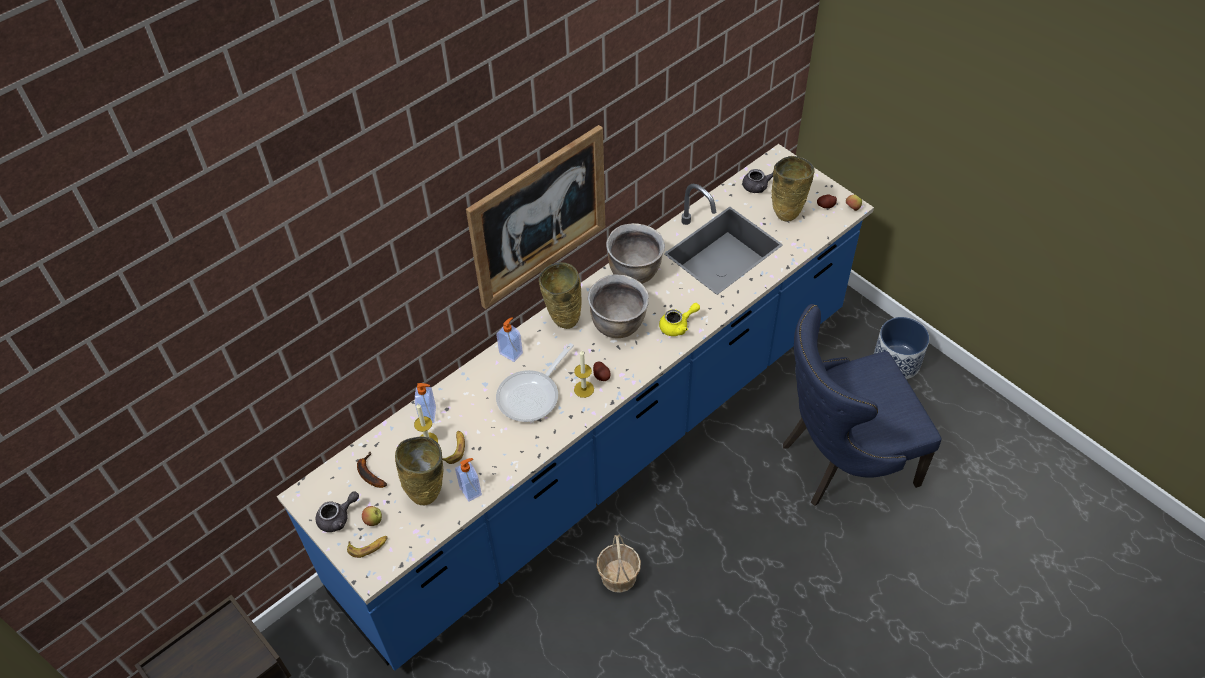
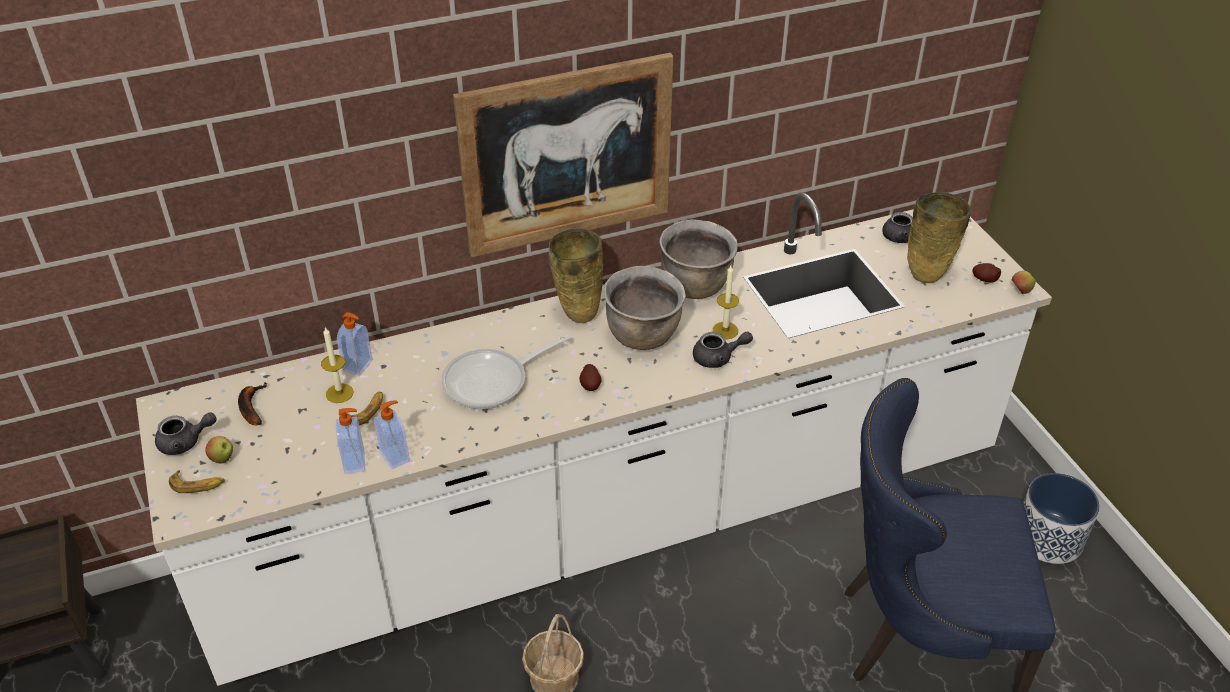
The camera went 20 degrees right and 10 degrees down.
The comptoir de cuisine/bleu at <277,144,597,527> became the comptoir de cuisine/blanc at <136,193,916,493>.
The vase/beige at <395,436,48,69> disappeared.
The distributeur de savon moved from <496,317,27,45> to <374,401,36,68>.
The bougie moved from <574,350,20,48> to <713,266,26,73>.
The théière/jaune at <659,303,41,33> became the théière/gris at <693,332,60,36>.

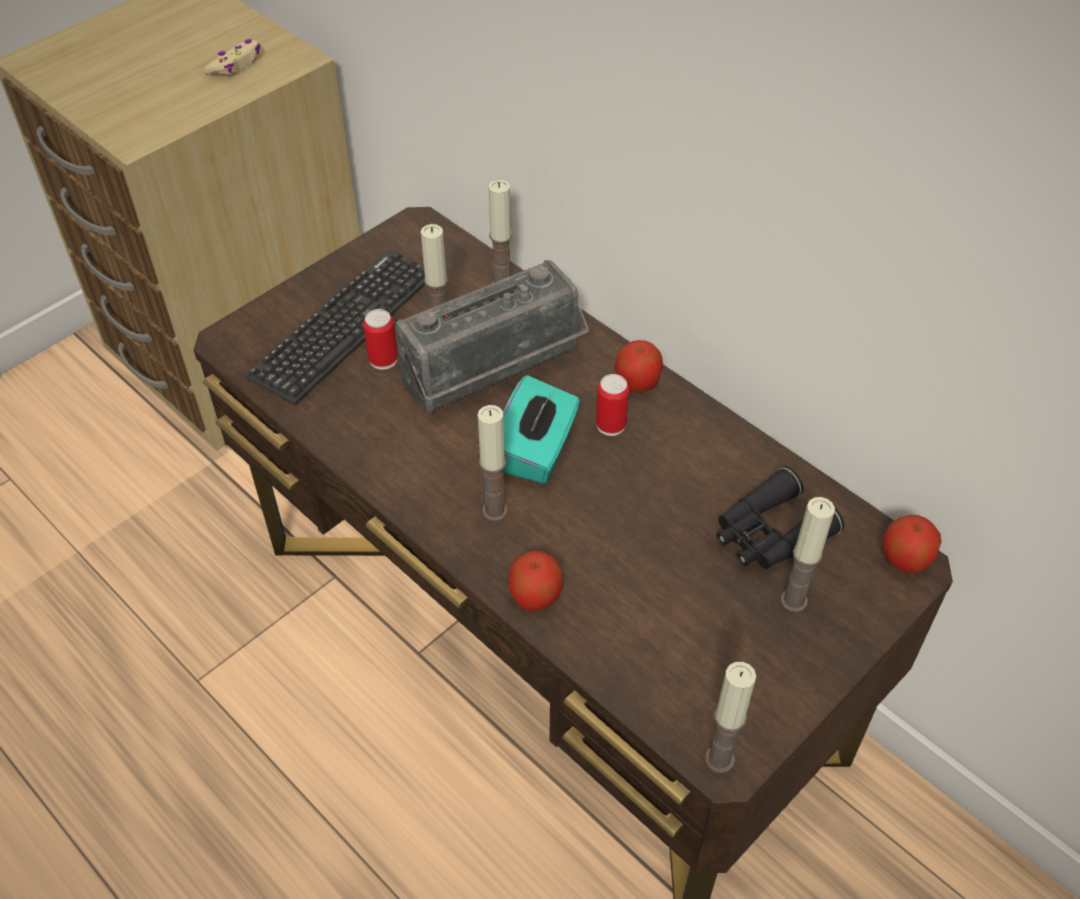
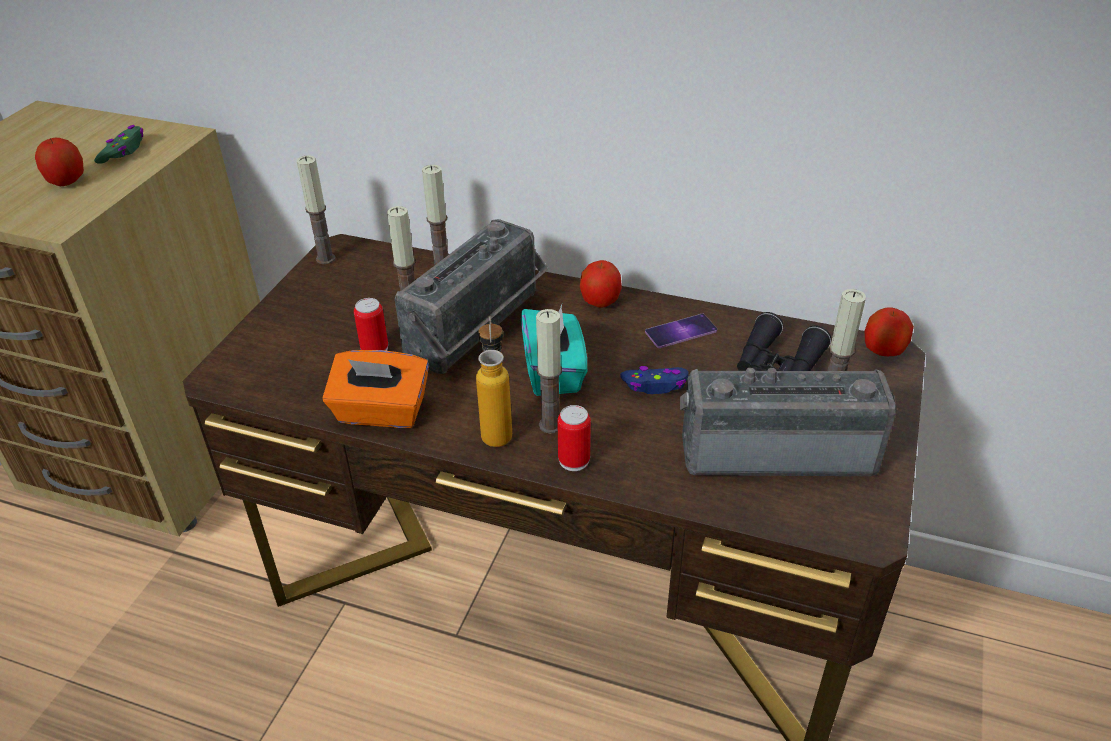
The camera went 25 degrees left and 10 degrees down.
The manette/beige at <203,39,57,36> became the manette/vert at <94,125,49,39>.
The clavier at <245,250,180,155> disappeared.
The pomme moved from <508,551,55,60> to <35,138,49,48>.
The boîte métallique moved from <596,374,34,62> to <557,405,34,66>.
The bougie moved from <705,662,51,111> to <297,156,38,108>.
The boîte à mouchoirs/orange at <323,350,106,78> appeared.
The bouteille at <476,316,36,131> appeared.
The manette/bleu at <620,366,68,28> appeared.
The téléphone at <645,314,72,34> appeared.
The radio at <680,368,217,108> appeared.

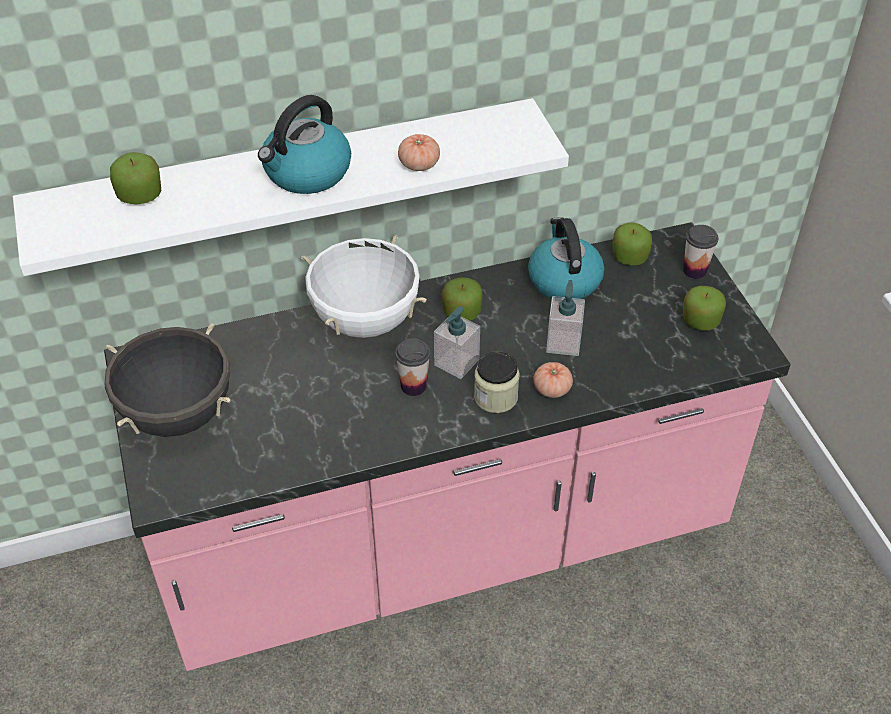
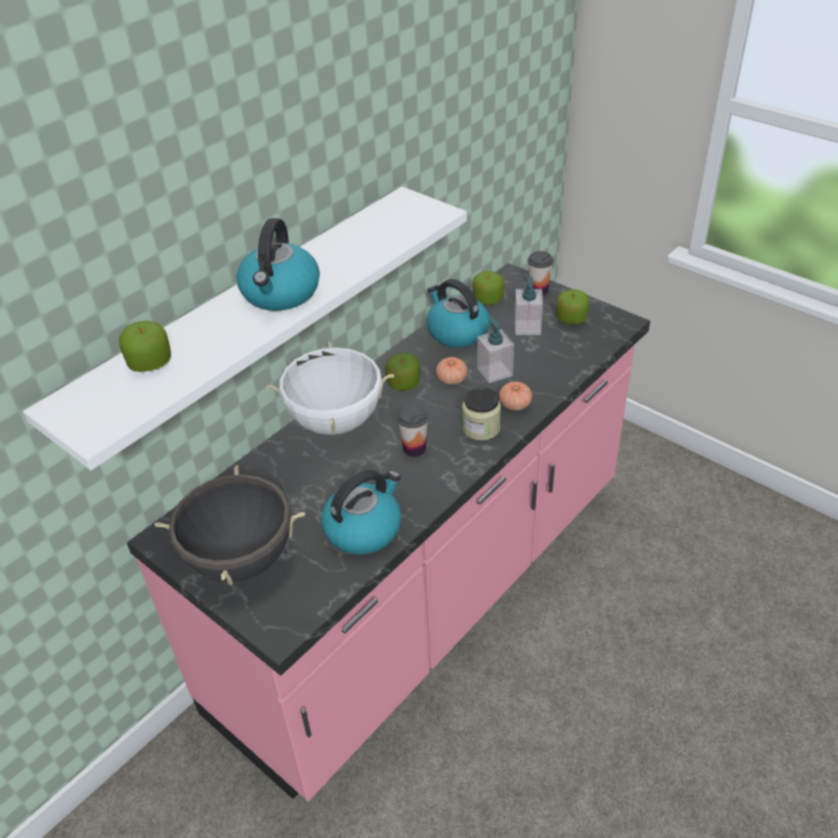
The camera went 30 degrees left and 5 degrees down.
The tomate moved from <398,134,42,37> to <436,357,32,28>.
The distributeur de savon moved from <434,306,46,73> to <515,277,28,58>.
The bouilloire at <321,470,80,85> appeared.

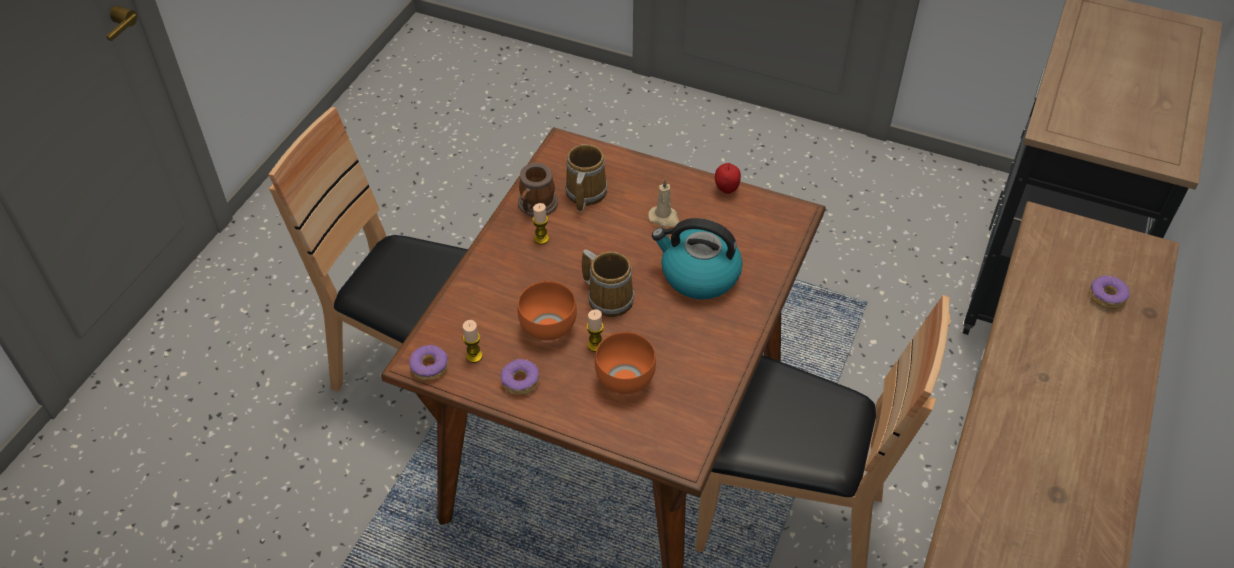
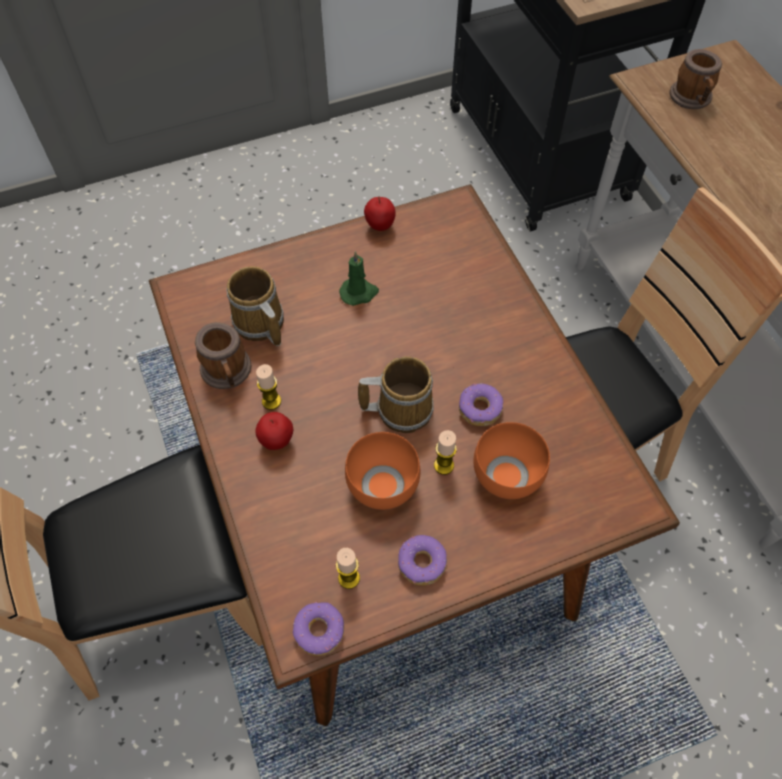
The camera went 45 degrees left and 10 degrees up.
The bougie/beige at <648,179,32,48> became the bougie/vert at <339,251,40,55>.
The bouilloire at <652,218,90,81> disappeared.
The beignet moved from <1089,275,41,34> to <459,383,44,43>.
The pomme at <255,412,38,38> appeared.
The mug at <669,49,53,60> appeared.

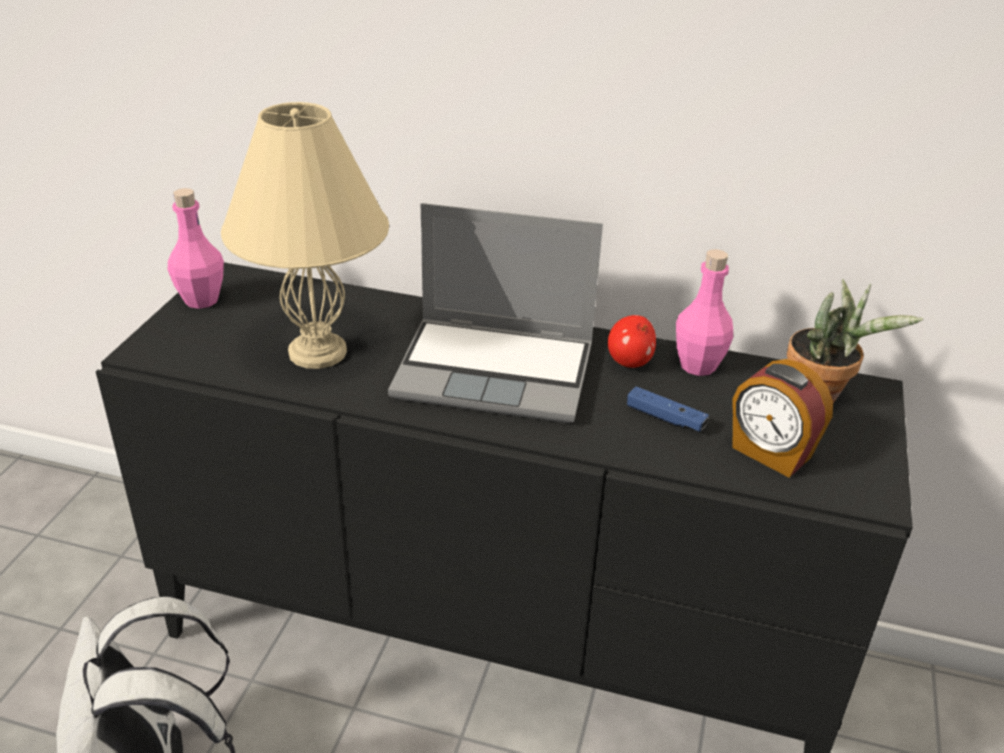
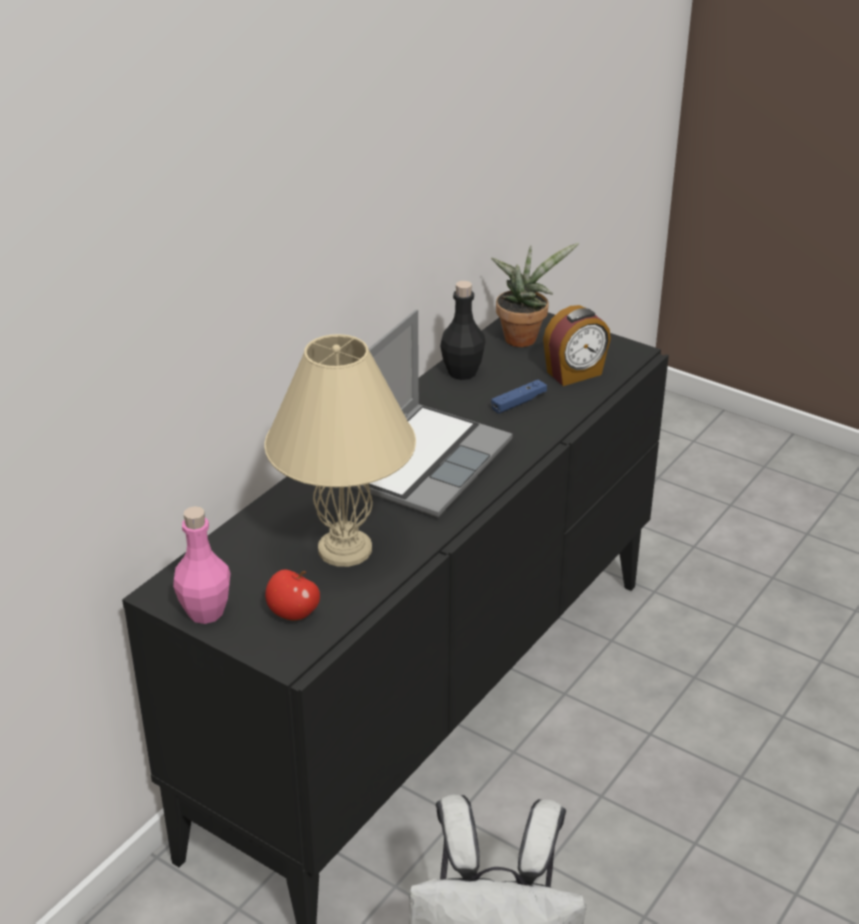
The camera went 70 degrees left and 0 degrees up.
The pomme moved from <608,315,48,53> to <265,570,55,51>.
The bouteille/rose at <676,249,57,127> became the bouteille/noir at <440,281,46,99>.

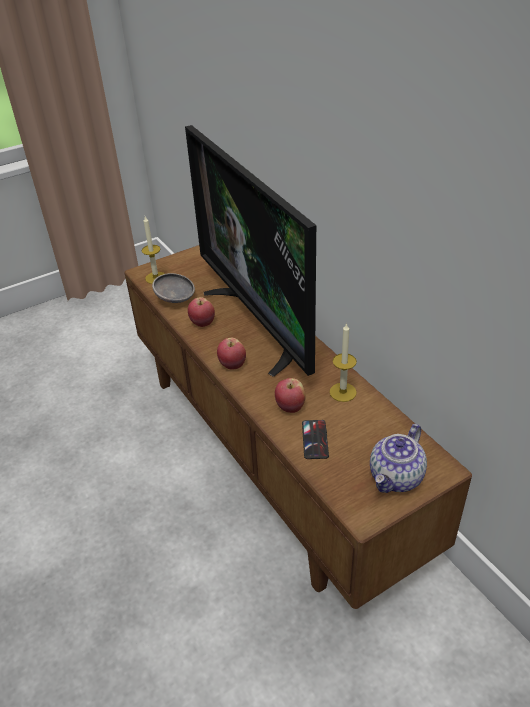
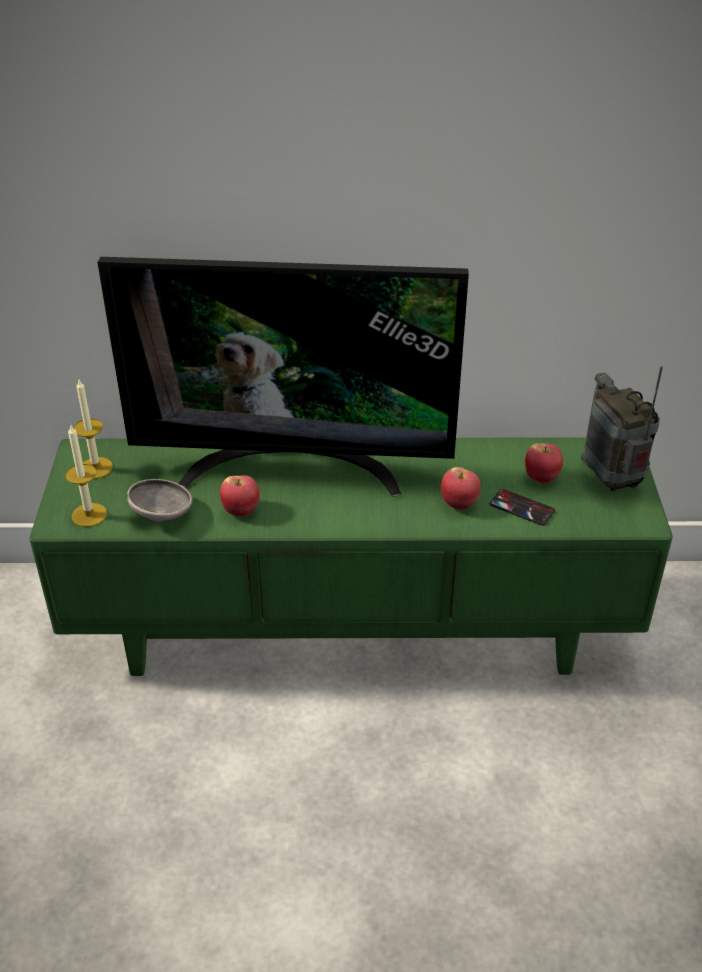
The camera went 60 degrees left and 0 degrees up.
The meuble télé/marron at <124,245,348,364> became the meuble télé/vert at <29,437,644,239>.
The pomme moved from <217,338,29,32> to <525,443,38,40>.
The bougie moved from <329,323,28,79> to <74,378,39,101>.
The théière at <370,424,57,69> was replaced by the radio at <581,366,82,125>.

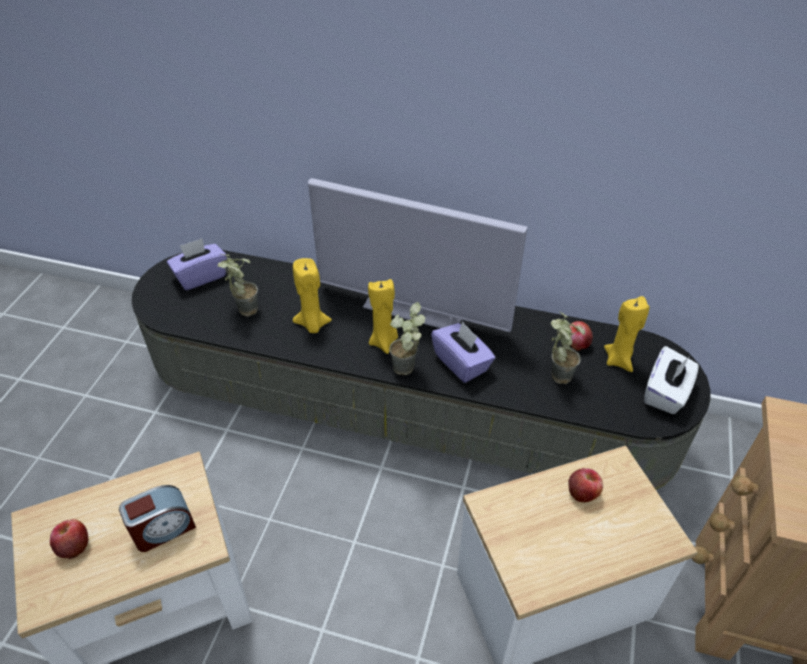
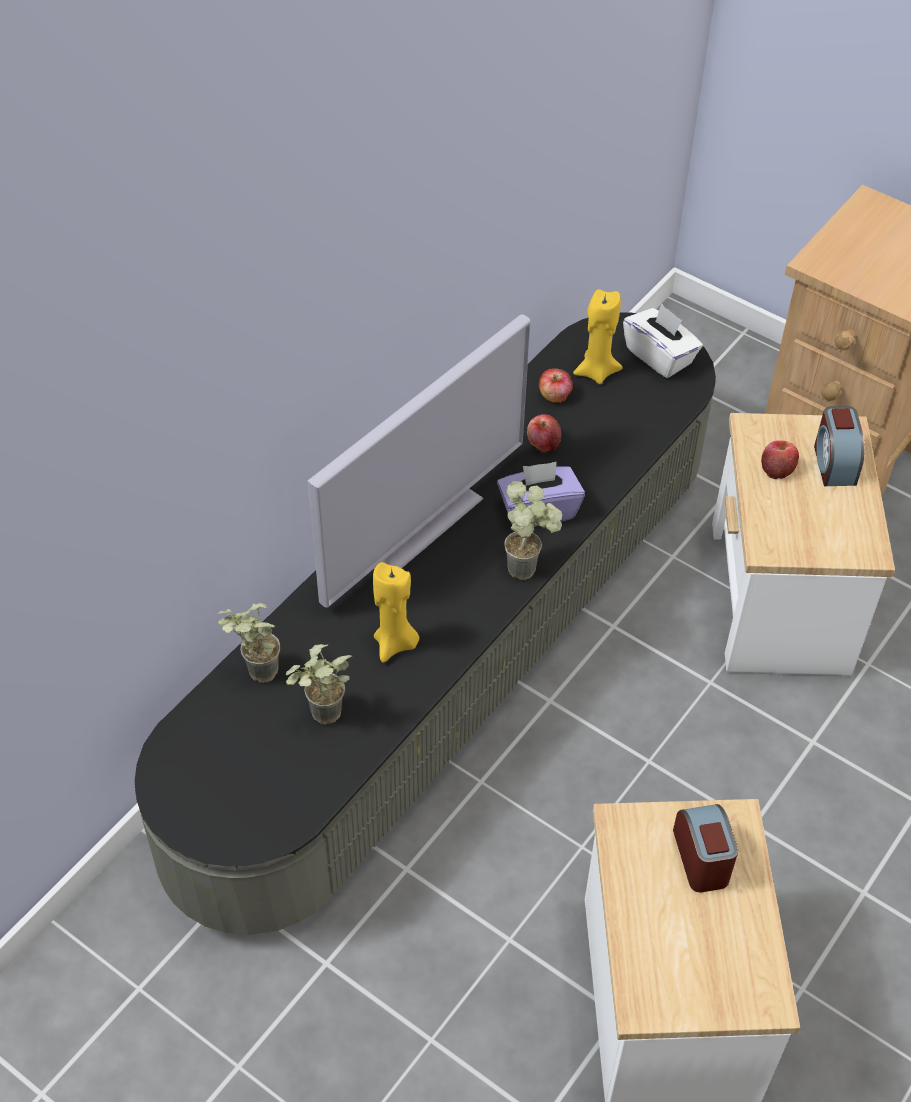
The camera went 70 degrees left and 5 degrees up.
The pomme moved from <50,519,38,40> to <527,414,34,39>.
The boîte à mouchoirs/violet at <167,238,60,52> disappeared.
The bougie/jaune at <368,279,30,75> disappeared.
The plante en pot moved from <551,312,34,72> to <217,603,63,80>.
The réveil at <814,406,51,80> appeared.

